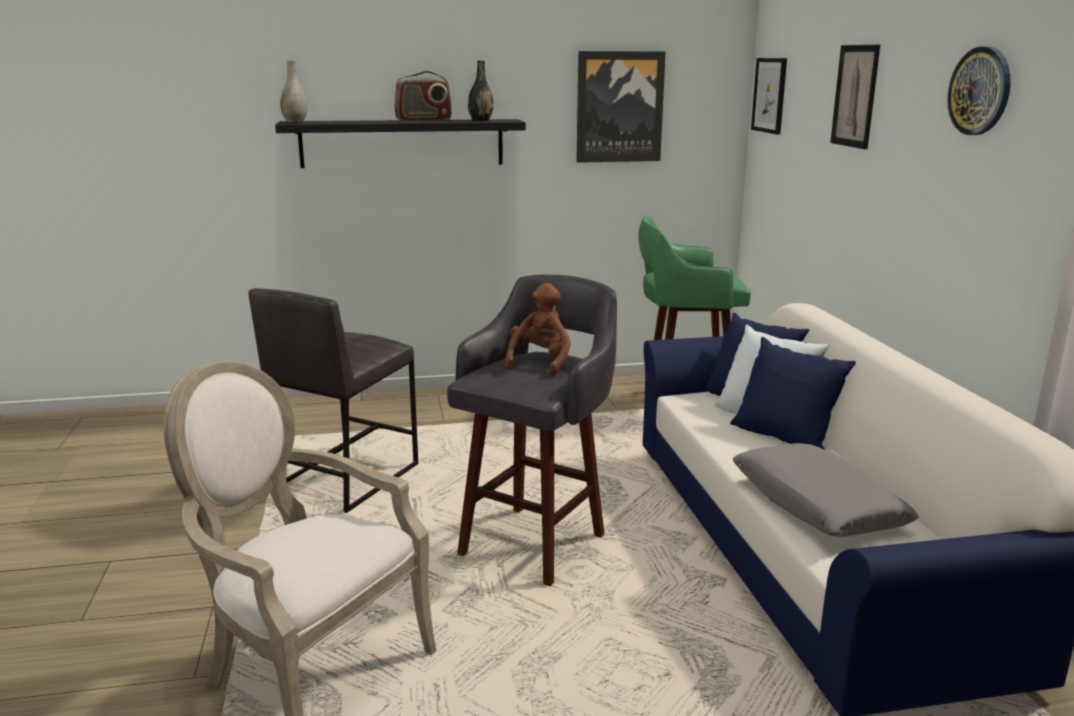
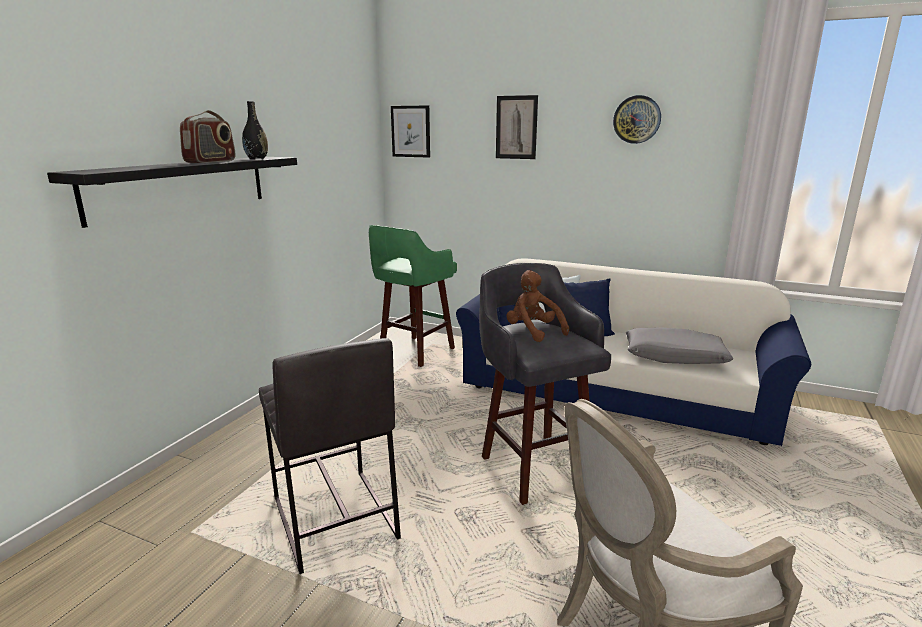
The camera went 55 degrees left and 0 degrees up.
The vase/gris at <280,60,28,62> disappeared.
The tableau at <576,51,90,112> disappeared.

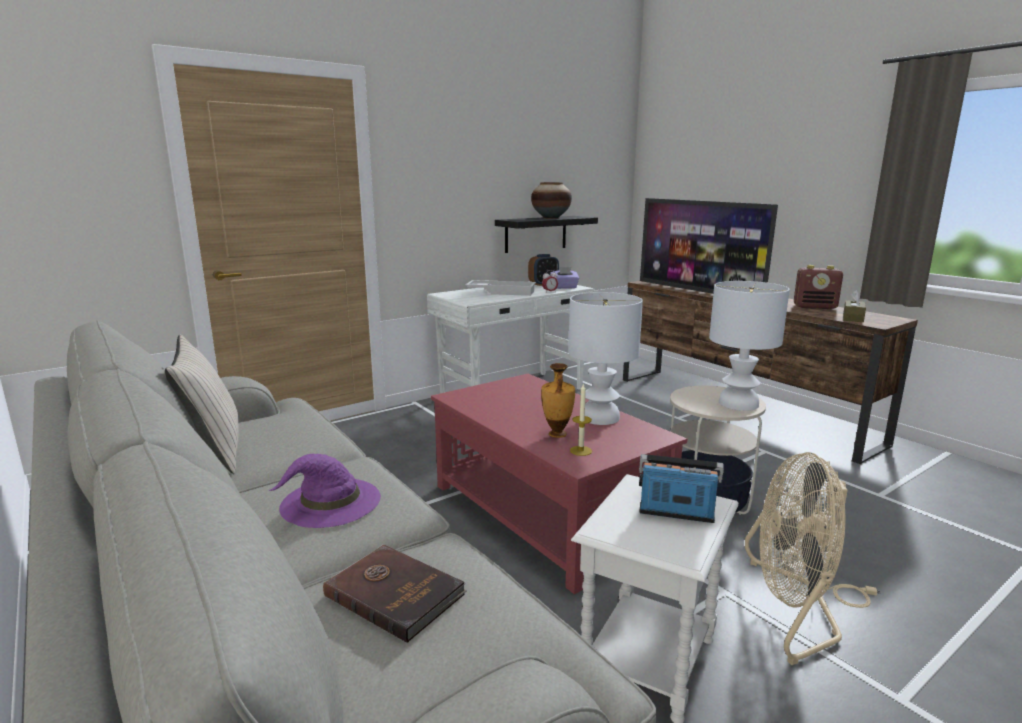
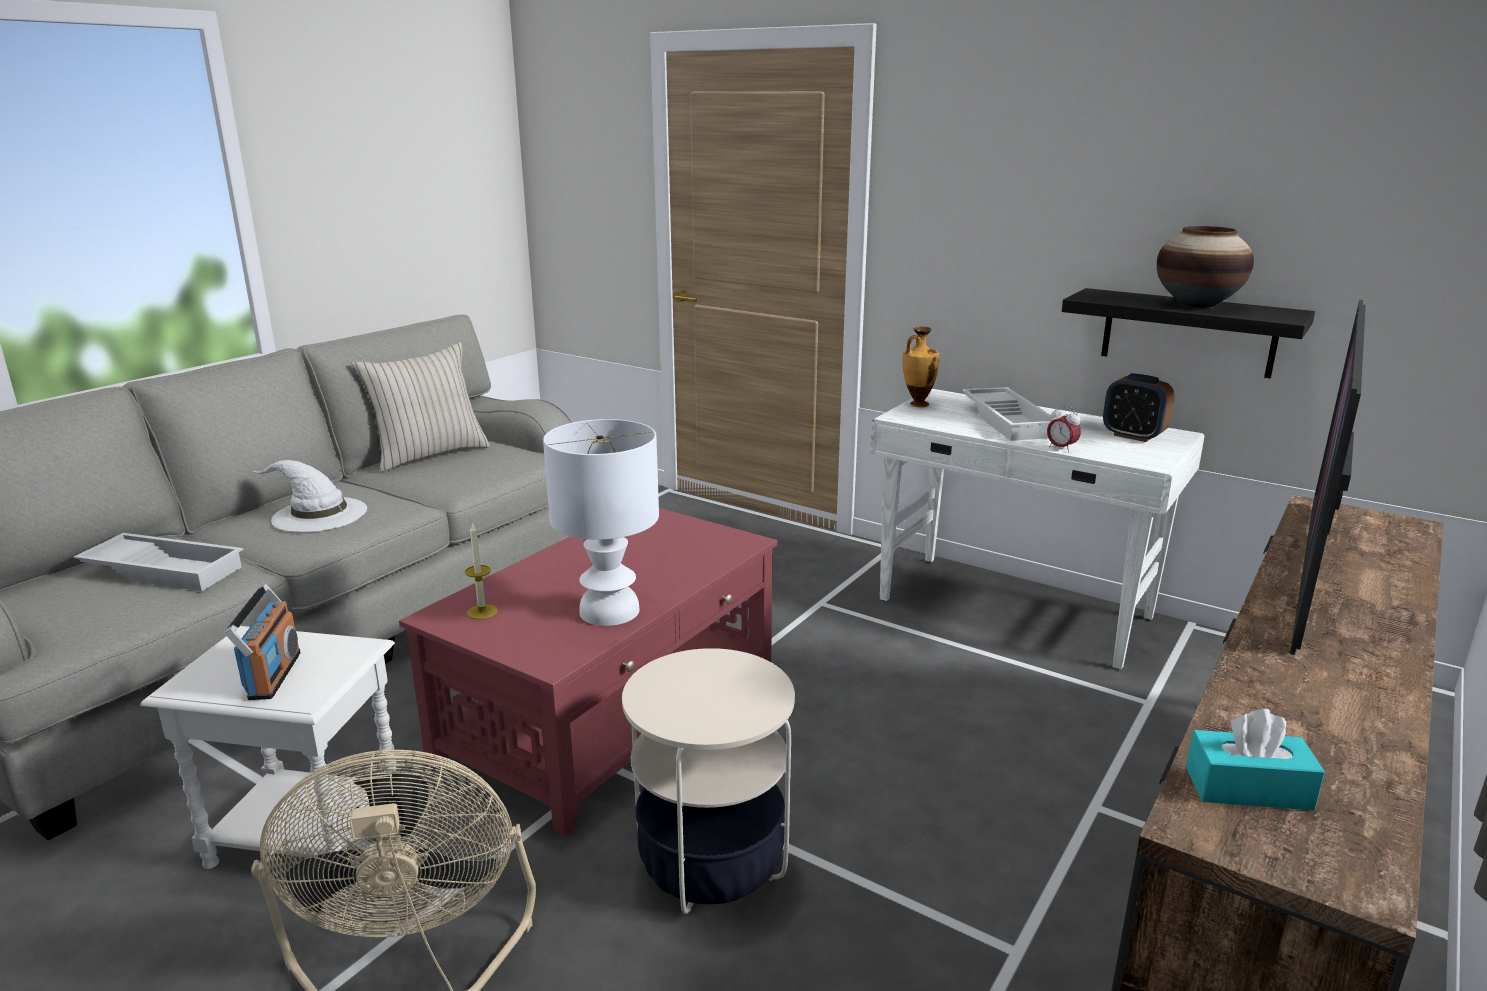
The camera went 70 degrees right and 5 degrees up.
The chapeau/violet at <268,454,113,74> became the chapeau/blanc at <253,460,114,72>.
The livre/marron at <323,544,143,99> was replaced by the plateau/blanc at <73,533,170,58>.
The vase moved from <541,363,34,75> to <903,326,36,81>.
The boîte à mouchoirs/violet at <550,267,30,22> disappeared.
The lampe de table/blanc at <709,281,81,130> disappeared.
The radio at <794,265,49,44> disappeared.
The boîte à mouchoirs/marron at <843,290,23,32> became the boîte à mouchoirs/turquoise at <1186,709,139,101>.

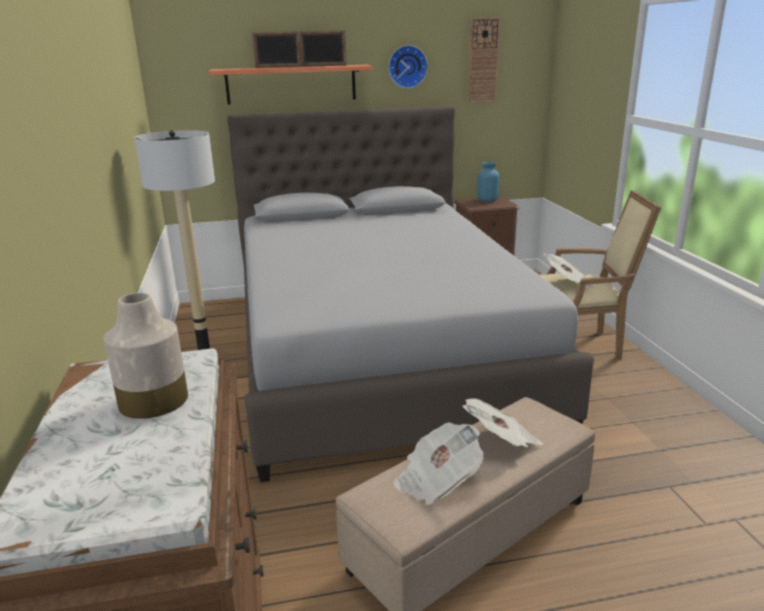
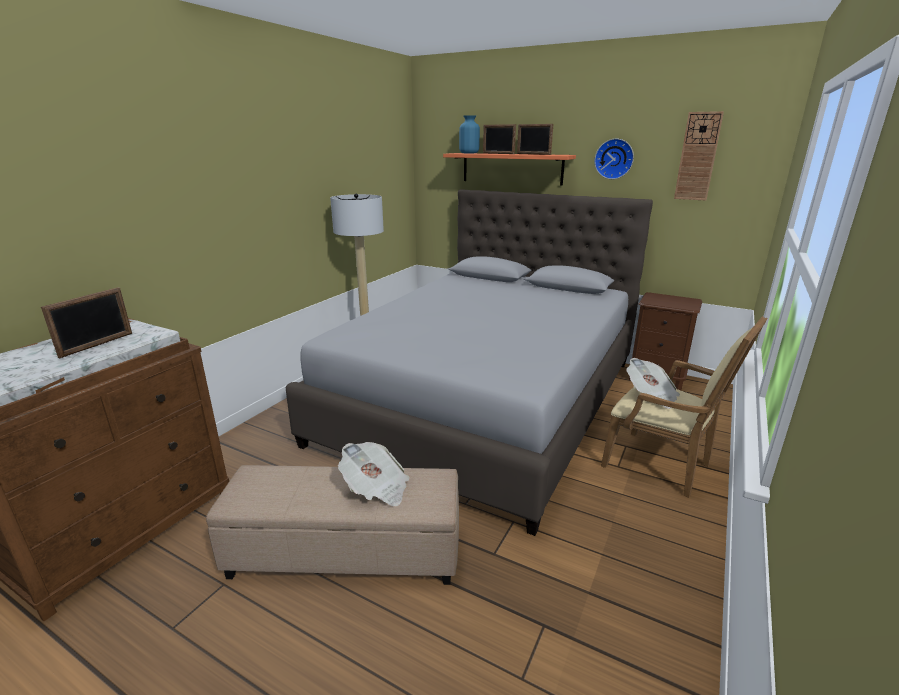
The camera went 40 degrees right and 0 degrees up.
The vase/beige at <104,293,84,126> was replaced by the cadre photo at <41,287,91,71>.
The journal at <394,422,90,83> disappeared.
The vase/bleu moved from <477,162,23,40> to <459,115,21,39>.

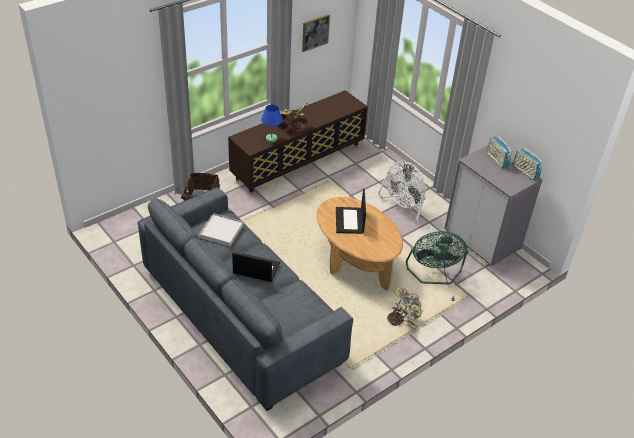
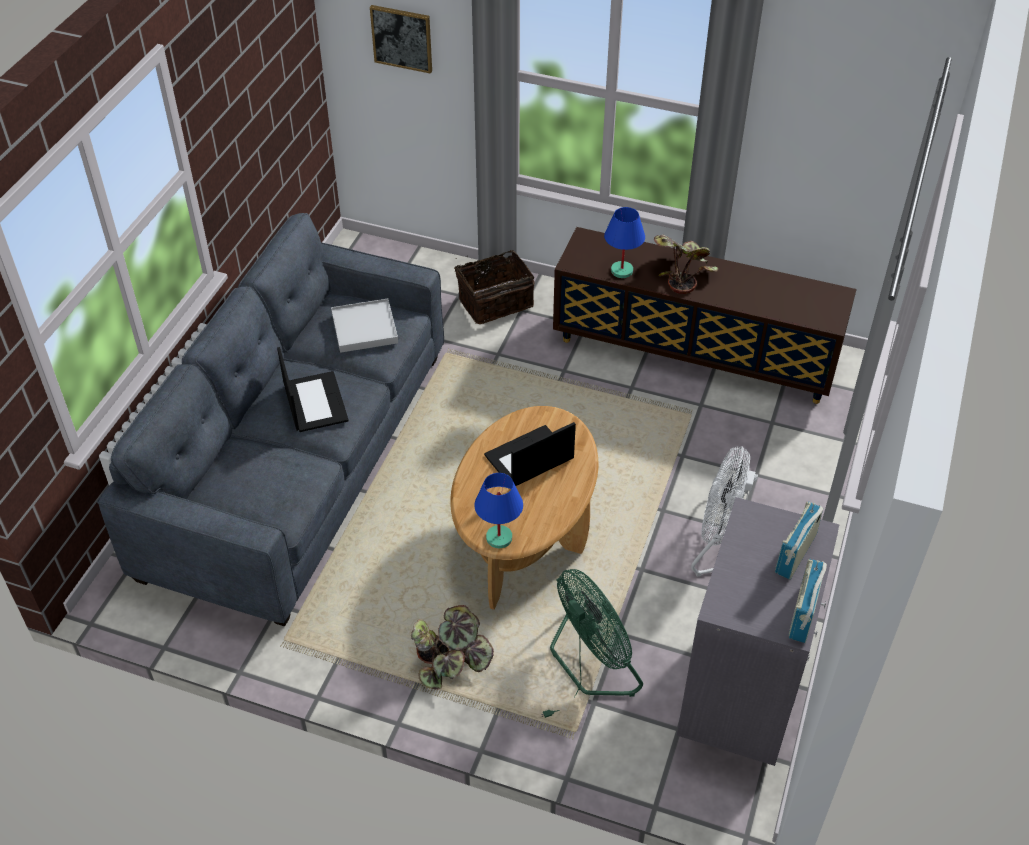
The camera went 60 degrees right and 5 degrees up.
The tableau moved from <302,14,28,38> to <370,5,62,69>.
The lampe de table/bleu at <474,473,49,75> appeared.

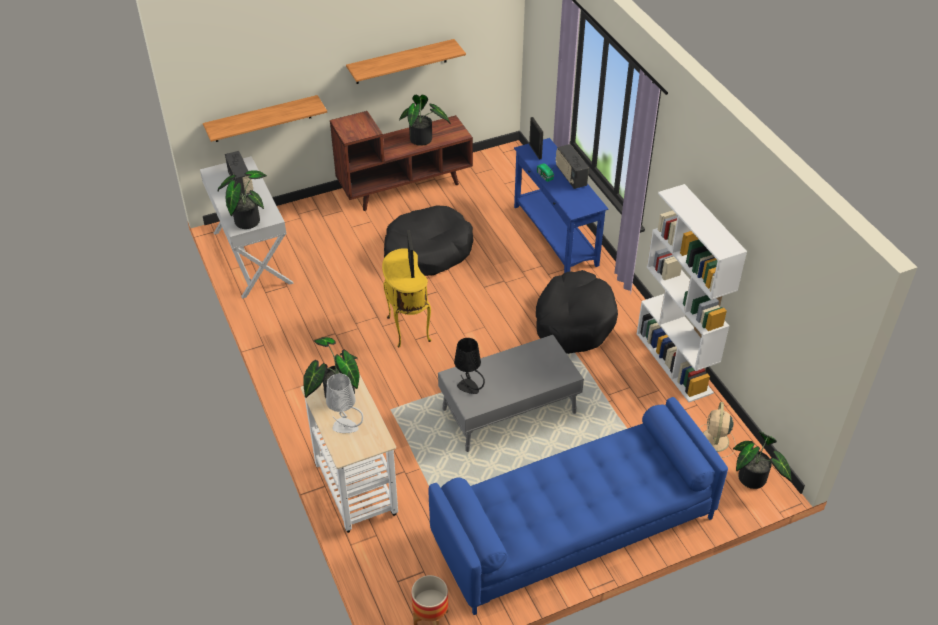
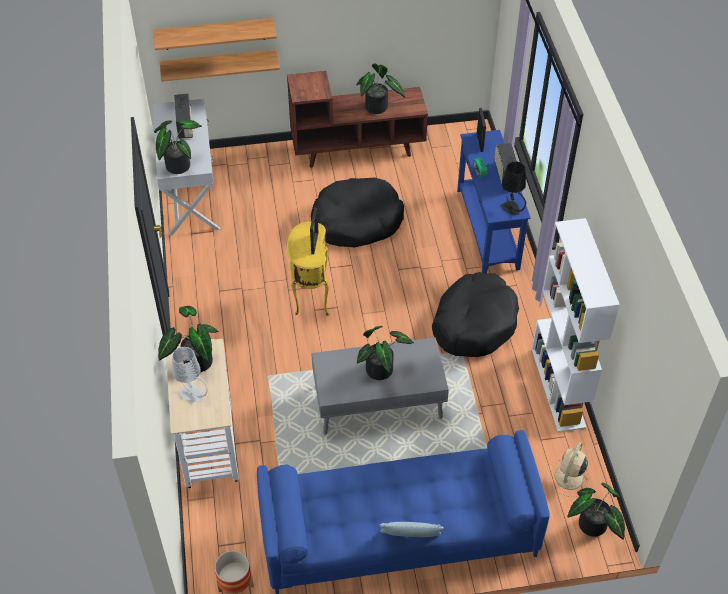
The camera went 15 degrees right and 5 degrees up.
The étagère moved from <346,39,120,45> to <153,18,124,32>.
The lampe de table/noir moved from <454,338,31,56> to <501,161,25,54>.
The plante en pot at <357,326,57,54> appeared.
The coussin/bleu at <379,522,65,15> appeared.

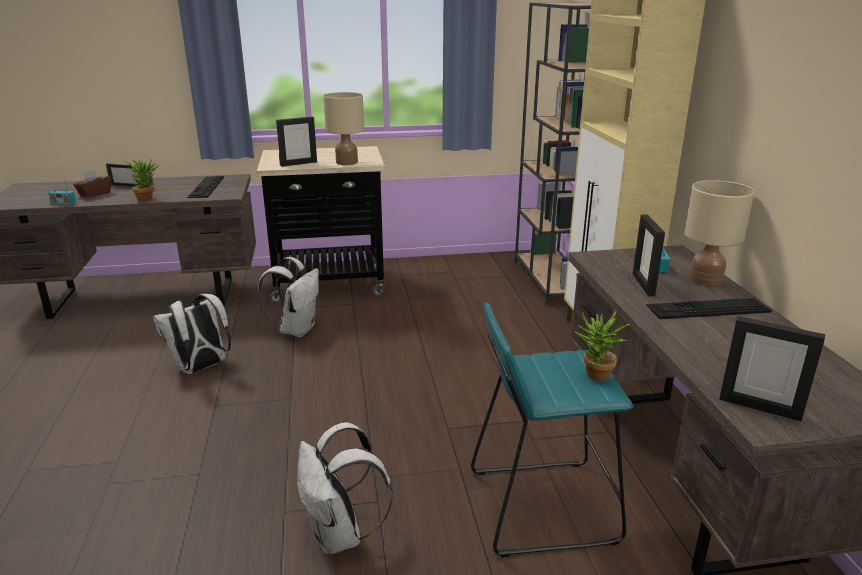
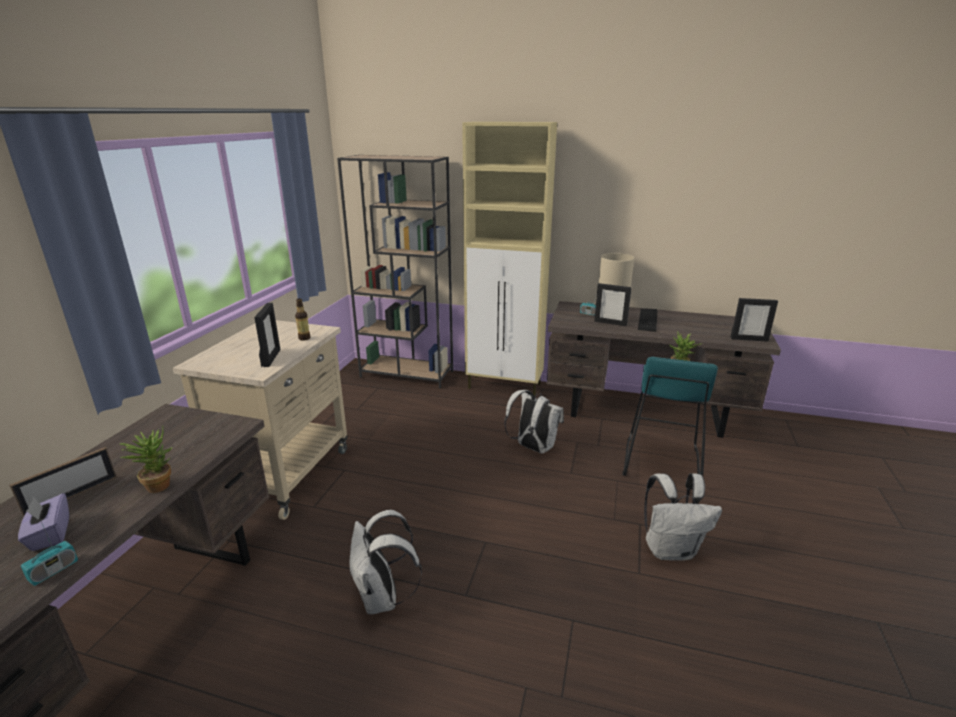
The camera went 65 degrees left and 0 degrees up.
The boîte à mouchoirs/marron at <73,169,38,29> became the boîte à mouchoirs/violet at <18,493,51,58>.
The clavier at <187,176,37,22> disappeared.
The chariot/noir at <257,146,128,157> became the chariot/beige at <173,320,175,200>.
The sac à dos/blanc moved from <257,257,62,80> to <504,390,60,63>.
The lampe de table/beige at <323,92,41,73> was replaced by the bouteille at <295,298,15,43>.
The cadre photo at <719,316,106,106> turned 45 degrees clockwise.

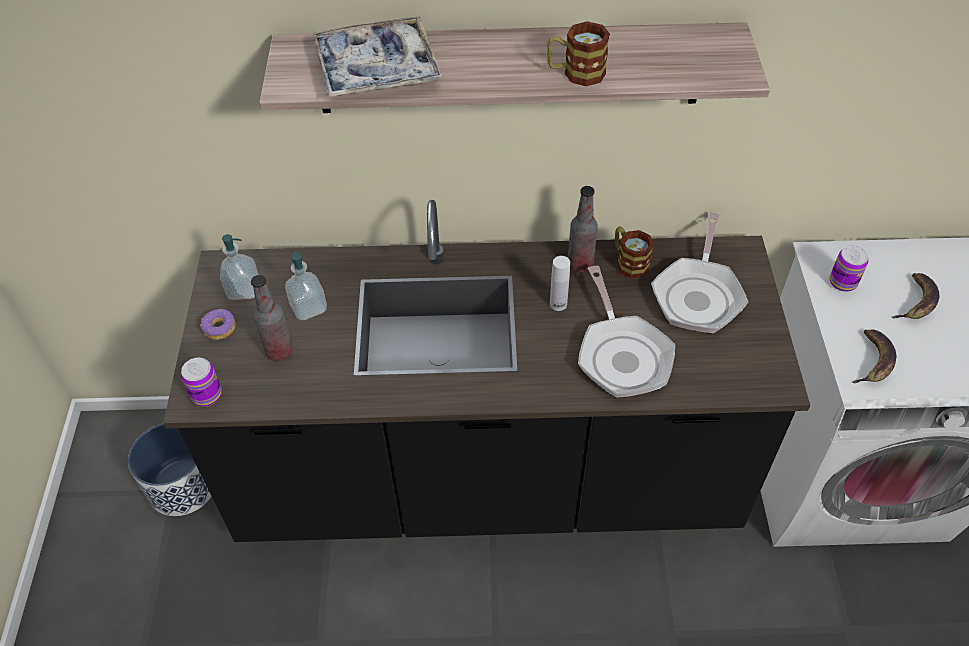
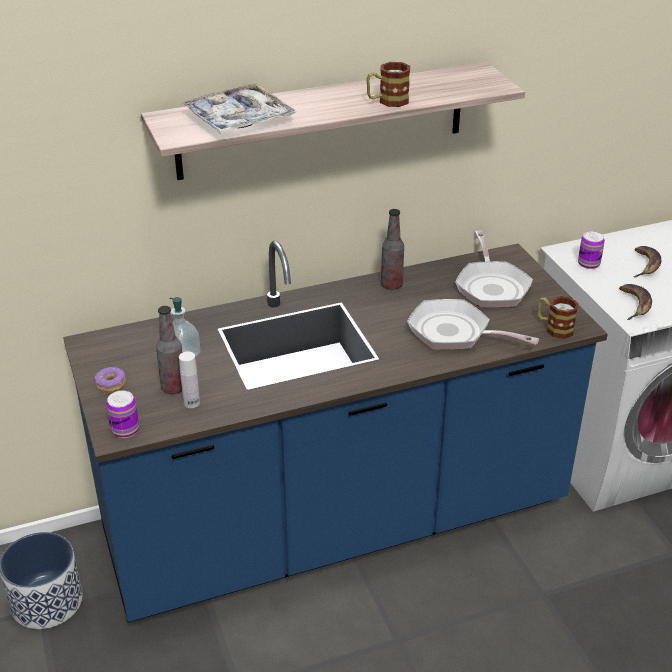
The camera went 20 degrees left and 15 degrees down.
The comptoir de cuisine/noir at <163,200,647,342> became the comptoir de cuisine/bleu at <63,241,545,382>.
The distributeur de savon at <220,234,39,66> disappeared.
The bouteille/blanc moved from <550,256,20,55> to <179,351,21,57>.
The poêle at <578,266,97,132> turned 150 degrees clockwise.
The mug moved from <615,226,39,53> to <538,296,41,43>.

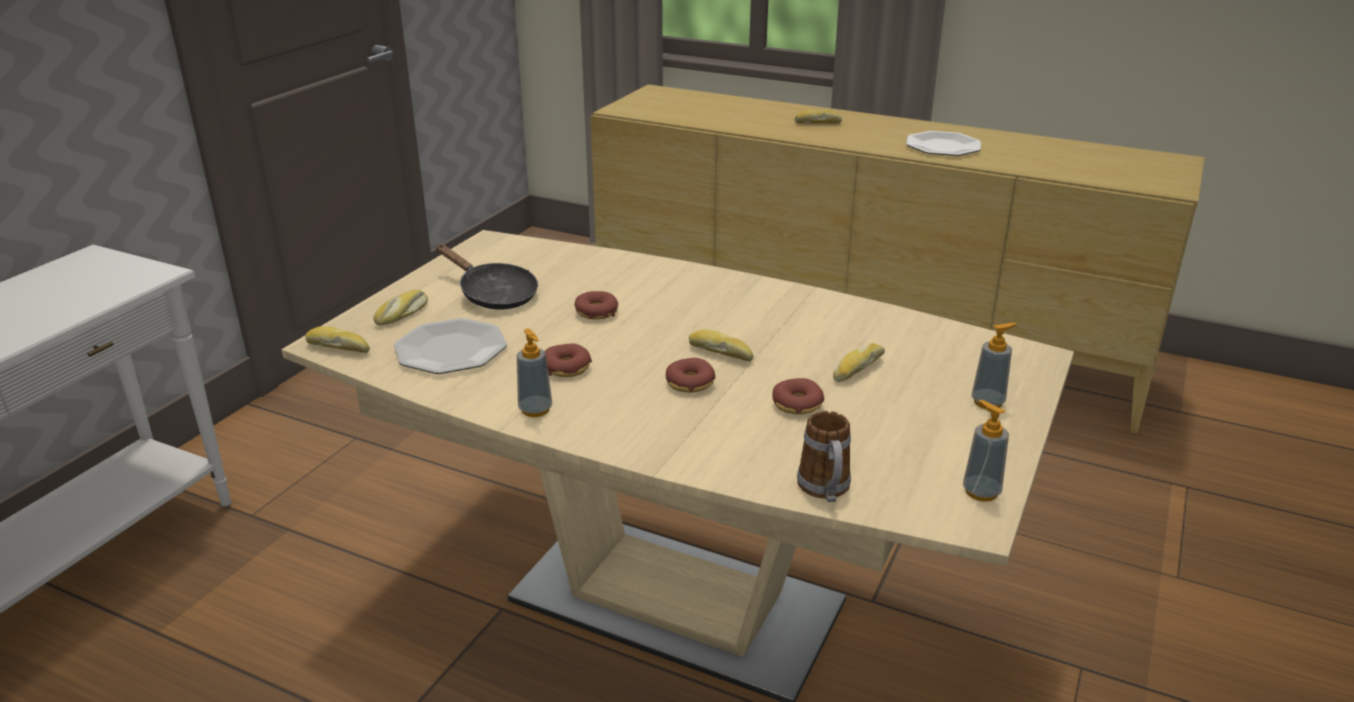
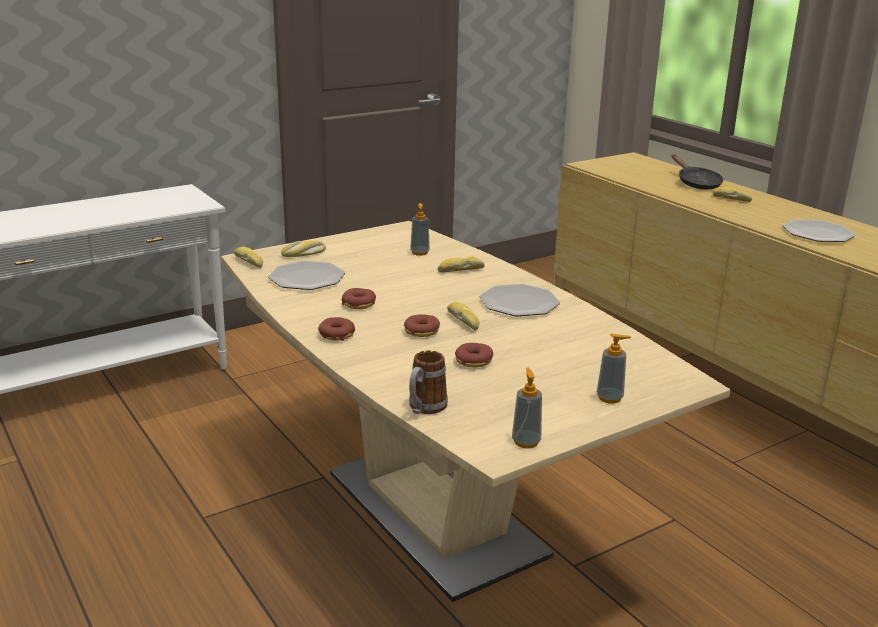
The camera went 30 degrees right and 5 degrees down.
The poêle/noir moved from <436,244,102,66> to <671,154,53,36>.
The distributeur de savon moved from <517,329,35,88> to <410,203,20,53>.
The beignet moved from <574,291,44,28> to <318,317,37,24>.
The pain moved from <833,343,52,39> to <438,256,46,16>.
The assiette at <480,284,80,32> appeared.

